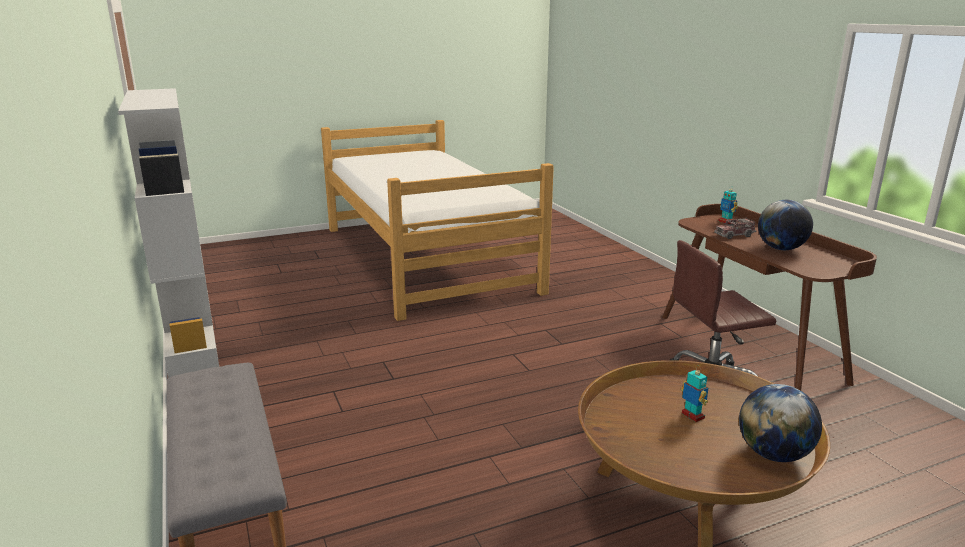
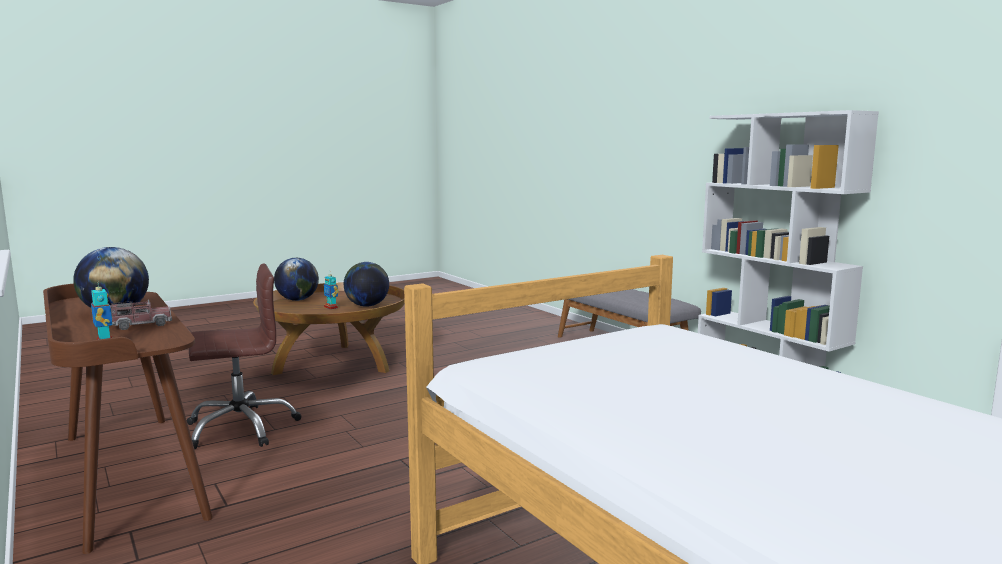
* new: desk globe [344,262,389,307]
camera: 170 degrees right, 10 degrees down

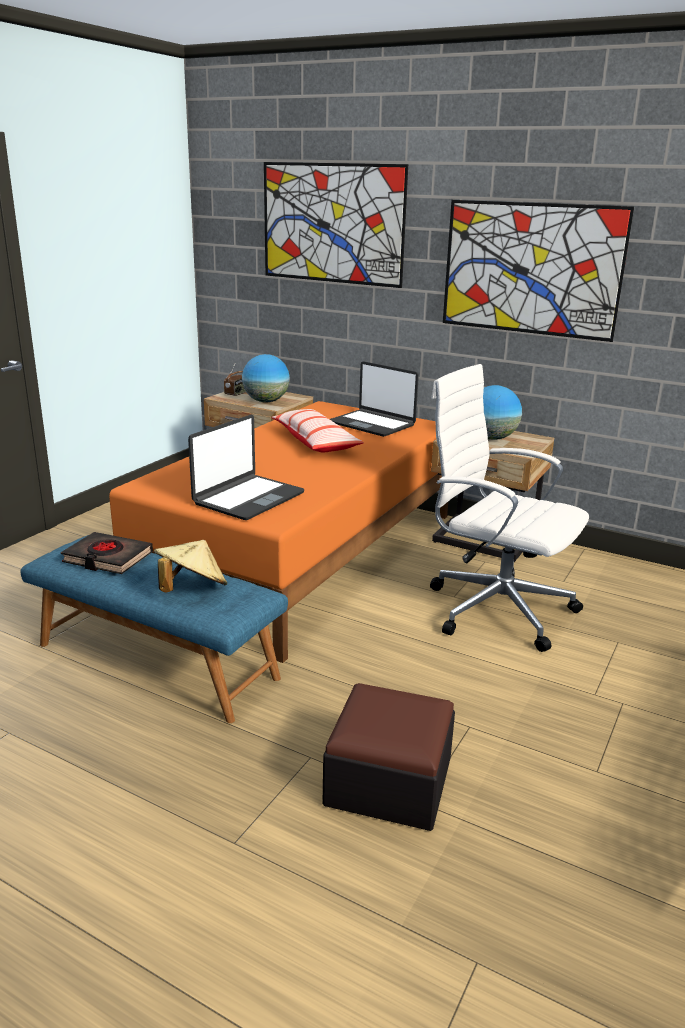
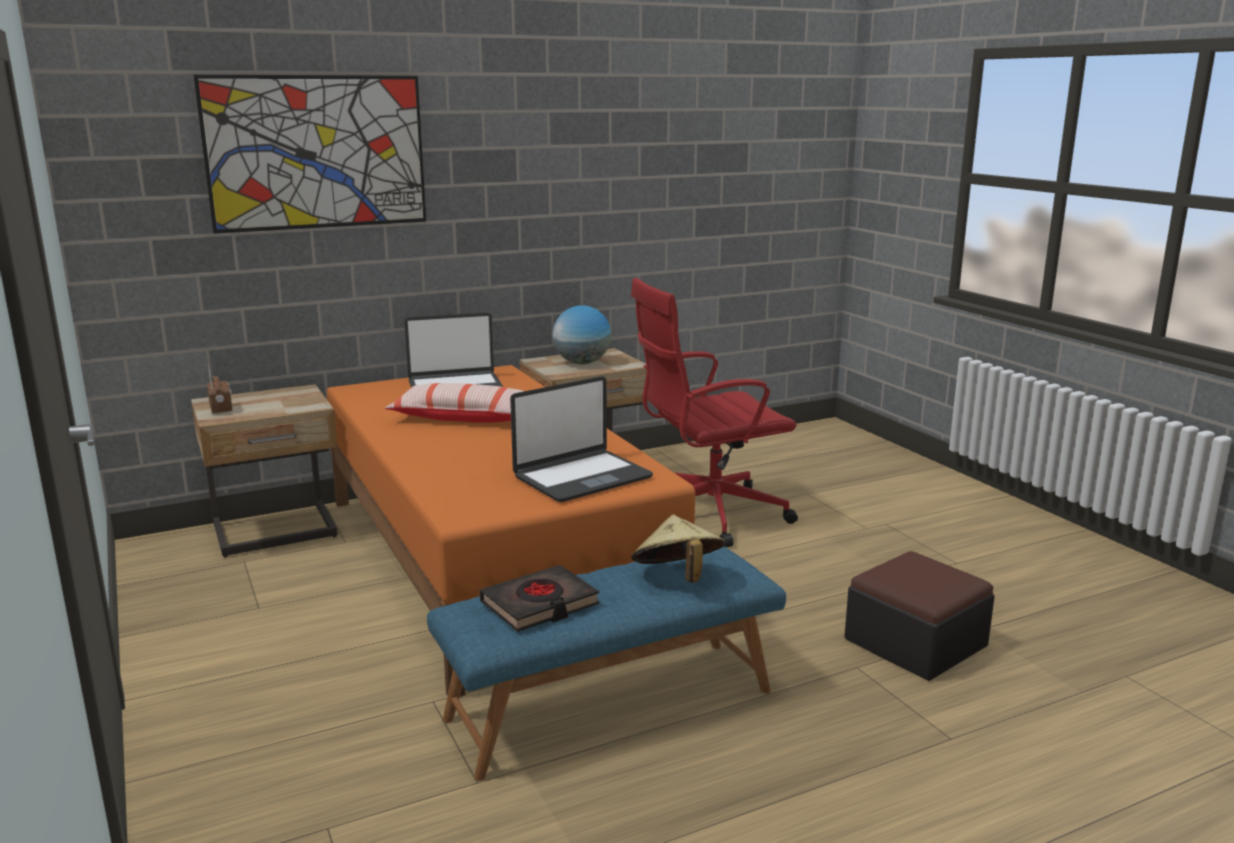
* rotated: portable computer [188,415,305,520] = [510,376,653,502] 75 degrees clockwise
* gone: desk globe [242,354,290,402]
* repainted: white-coloured desk chair [430,364,589,652] to red desk chair [631,278,798,547]
* gone: picture [443,200,634,342]
camera: 55 degrees left, 5 degrees down

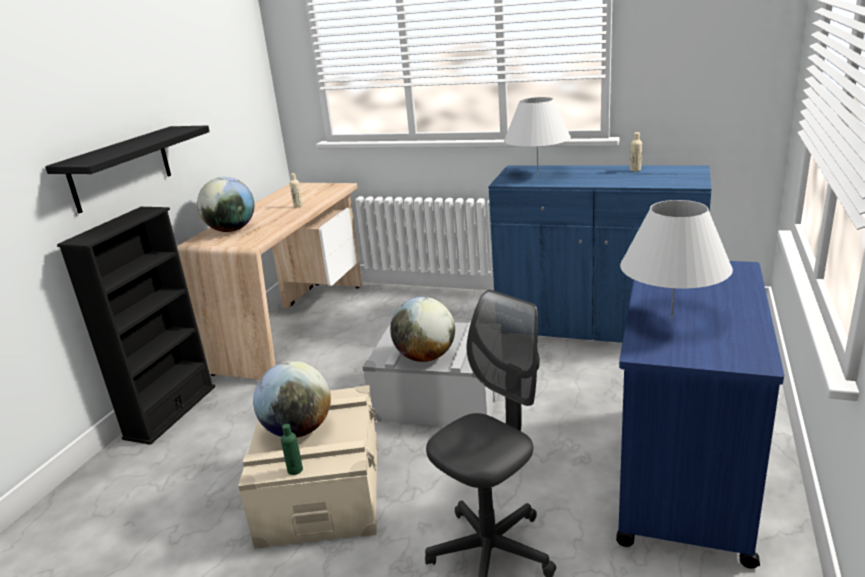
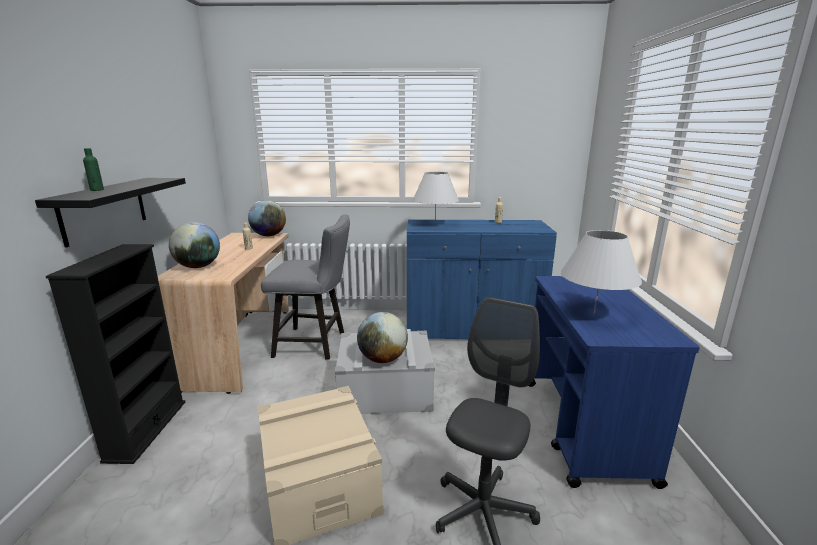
* shifted: desk globe [253,361,331,438] to [248,200,286,236]
* shifted: green-coloured bottle [281,424,303,475] to [83,148,104,191]
* new: greyish plain chair [261,215,350,359]
camera: 20 degrees left, 5 degrees down

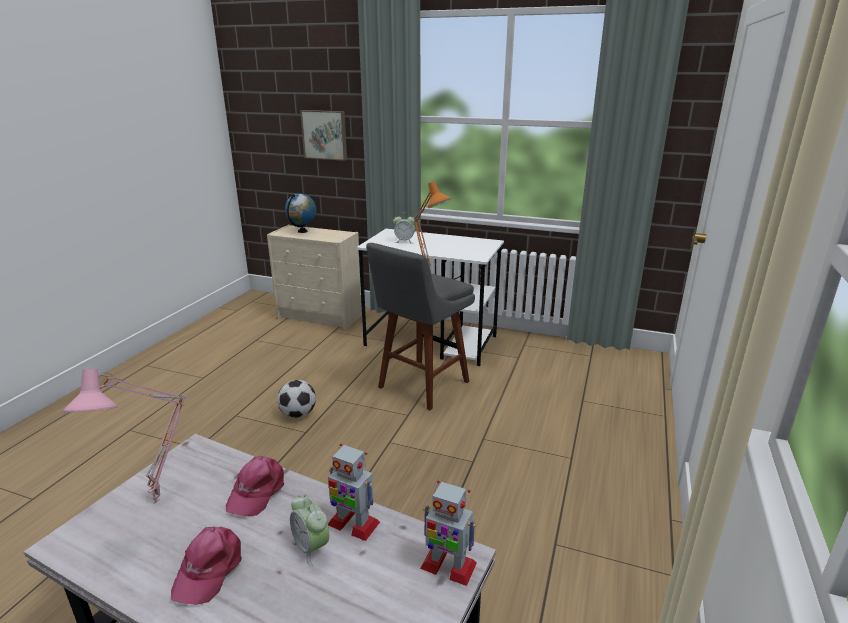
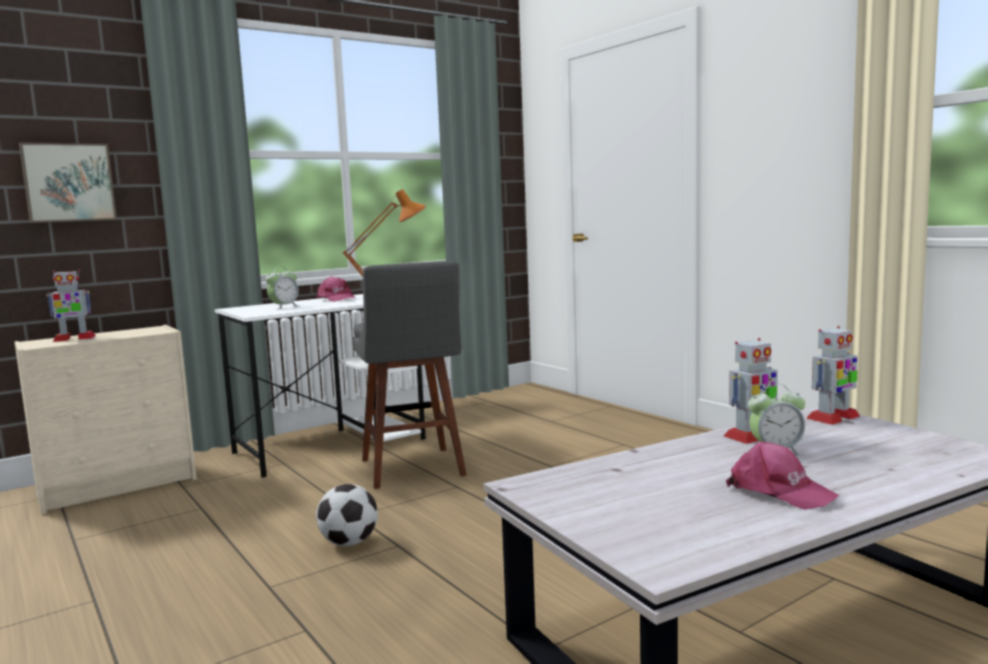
* gone: pink-coloured lamp for a table [63,368,186,504]
* shifted: pink-coloured cap [226,456,284,516] to [316,276,356,302]
* swapped: desk globe [285,194,316,233] to robot figure [46,269,96,342]
camera: 55 degrees left, 15 degrees down

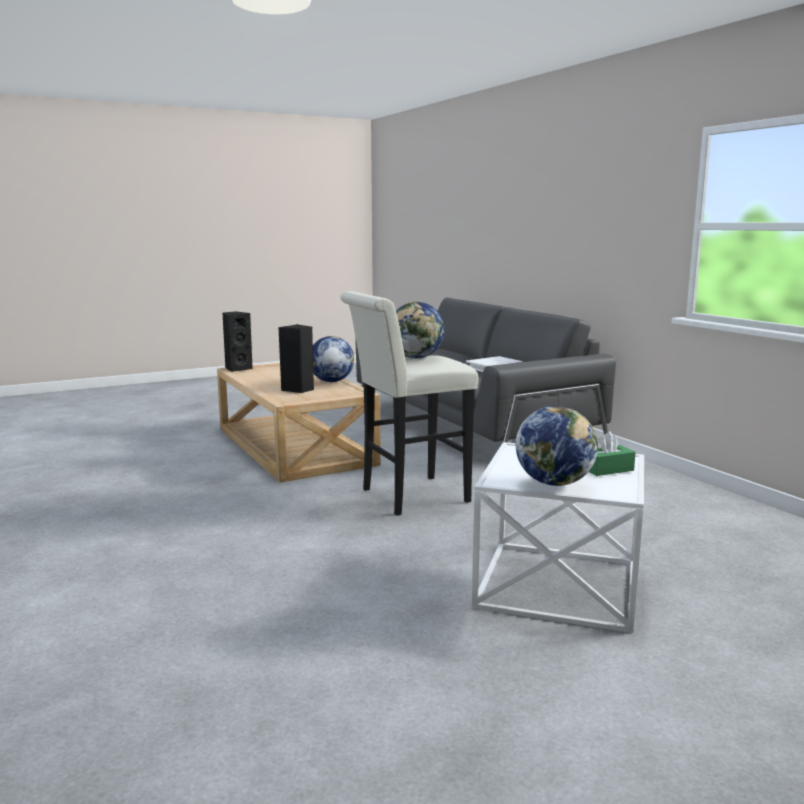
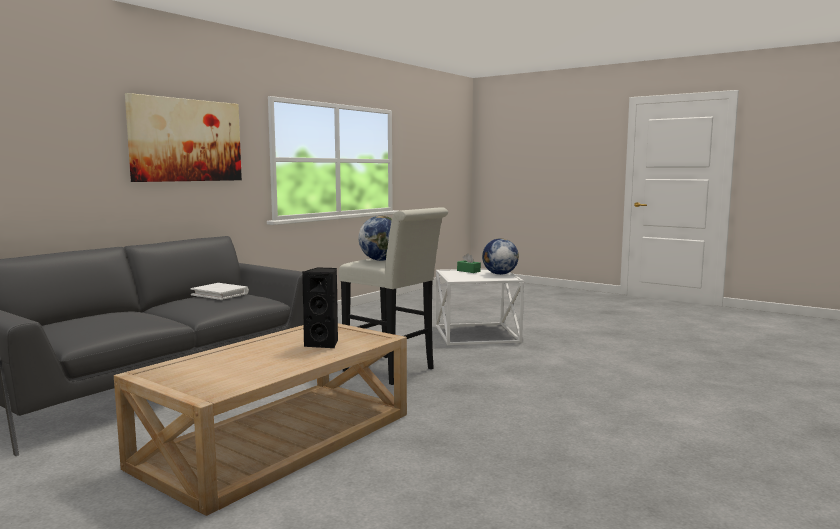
* gone: black audio speaker [223,311,253,372]
* gone: desk globe [313,336,354,382]
* new: picture [125,93,242,182]
camera: 115 degrees left, 5 degrees down

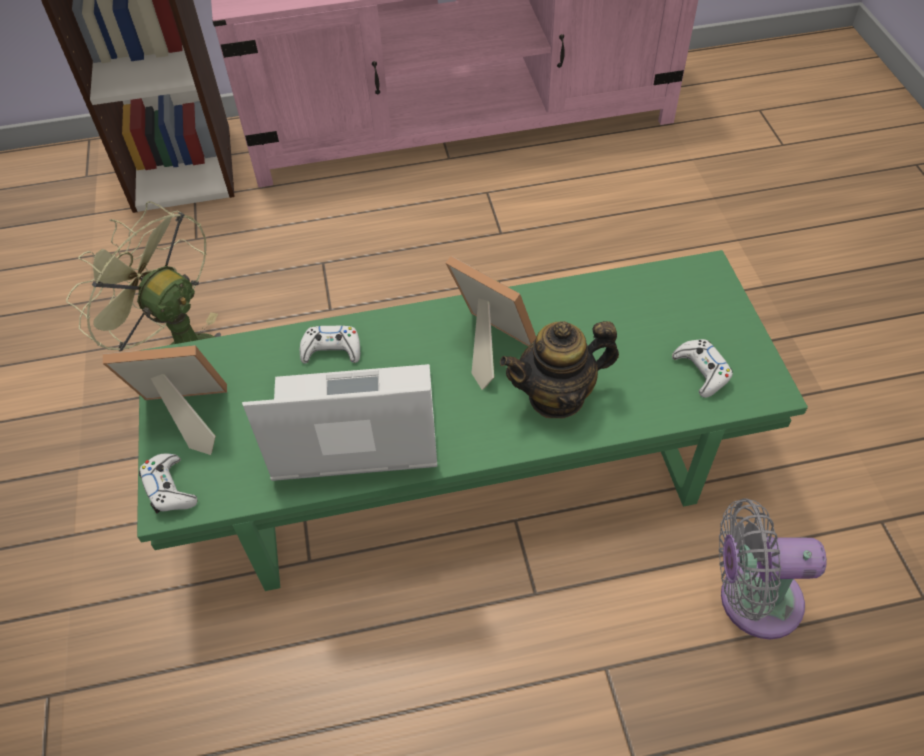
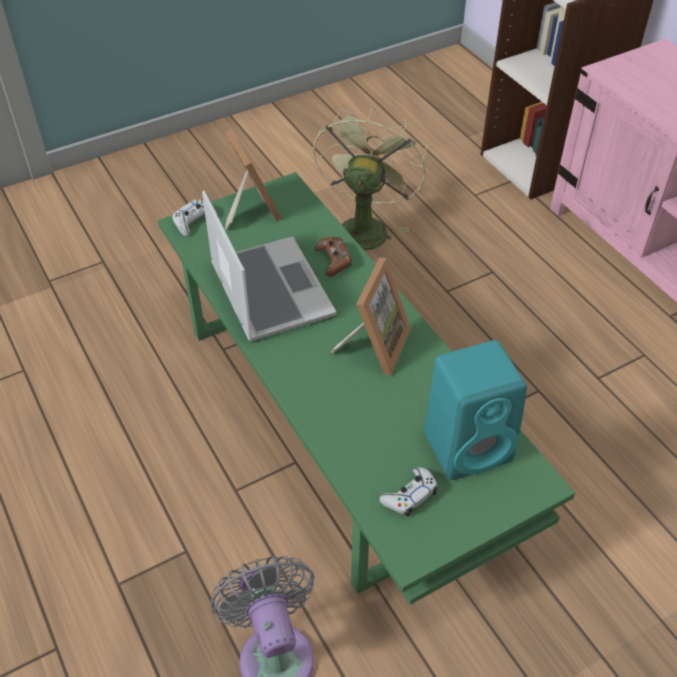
* repainted: white-coloured joypad [300,325,360,364] to brown-coloured joypad [314,237,352,277]
* gone: teapot [500,321,619,419]
* new: blue-green audio speaker [424,340,527,480]
camera: 70 degrees right, 5 degrees down

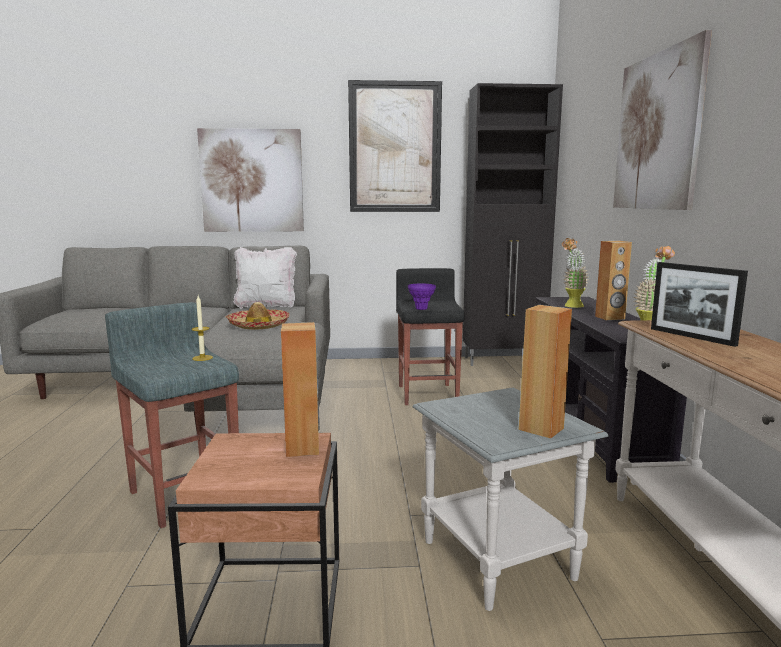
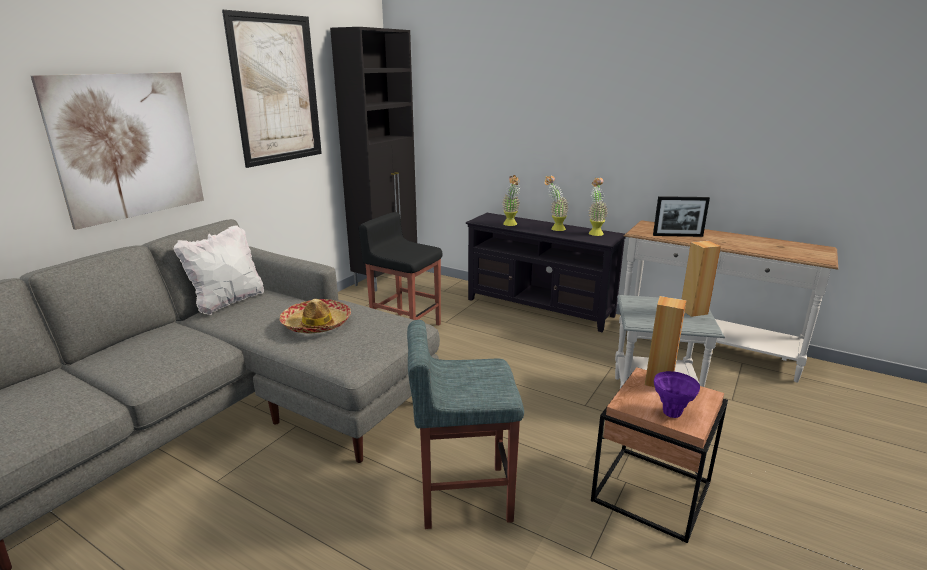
* gone: wax candle [192,296,213,361]
* shifted: purple-coloured vase [408,284,436,310] to [654,371,700,418]
* swapped: brown-coloured audio speaker [595,241,632,320] to houseplant [545,175,568,231]
* gone: picture [613,30,712,210]
camera: 55 degrees left, 10 degrees up

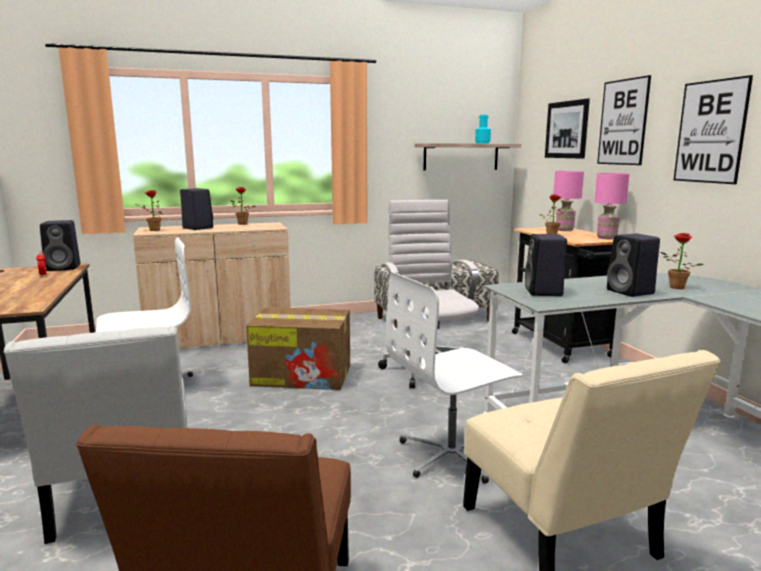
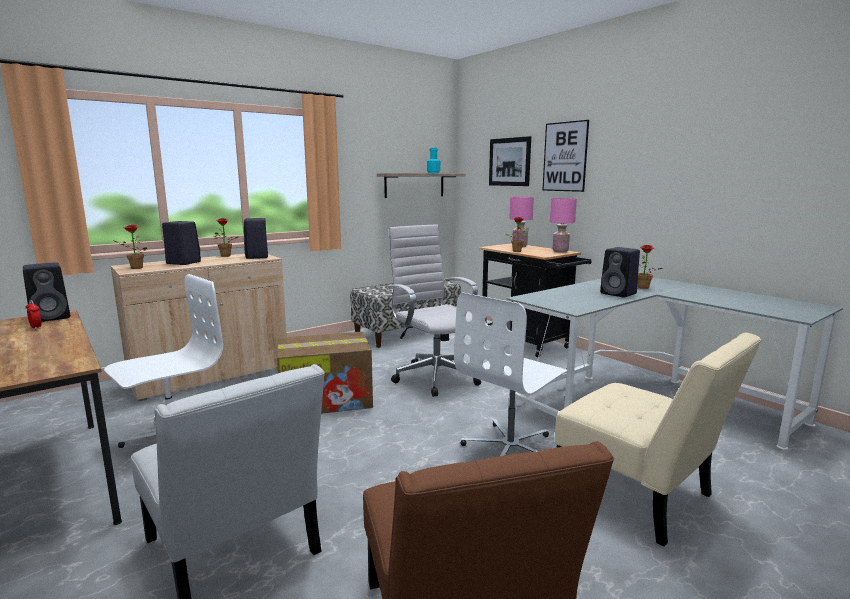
* shifted: black audio speaker [525,234,567,296] to [244,218,268,259]
* gone: picture [674,75,753,184]
camera: 20 degrees left, 0 degrees up

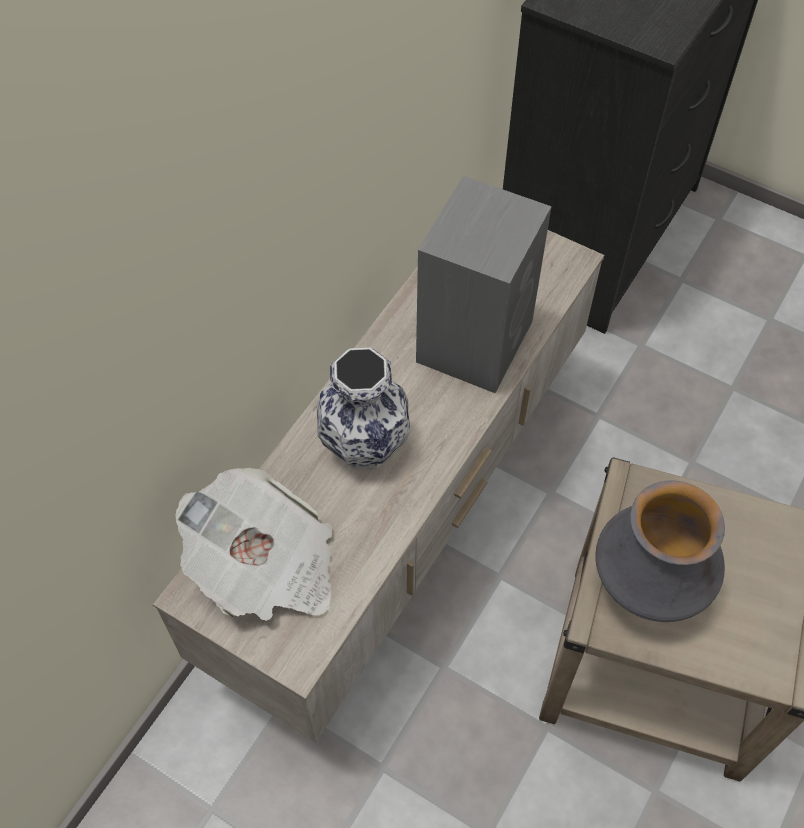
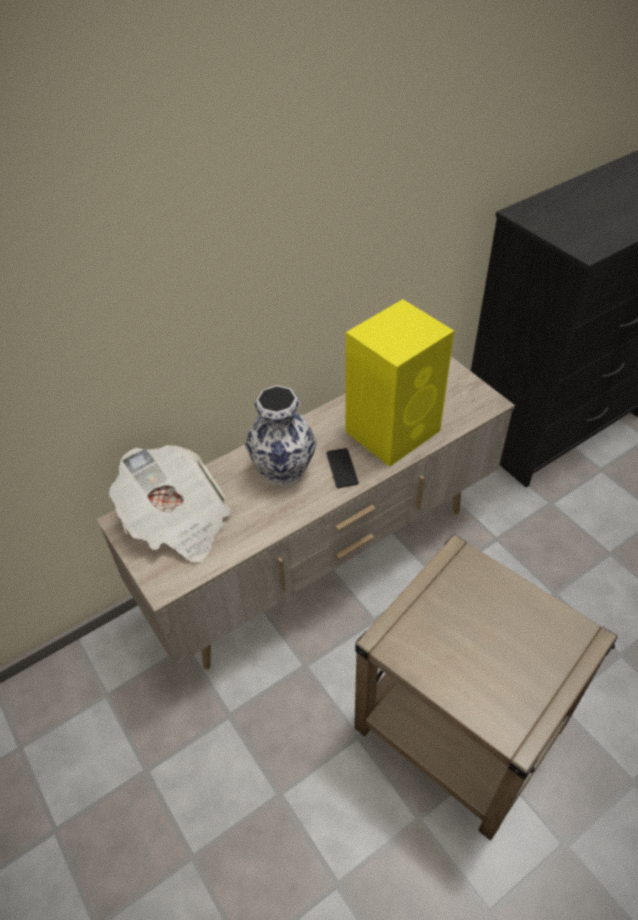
* repainted: greyish audio speaker [416,176,552,393] to yellowish audio speaker [346,299,454,467]
* gone: vase [595,480,725,622]
* new: handset [326,448,359,488]
camera: 25 degrees right, 10 degrees down

